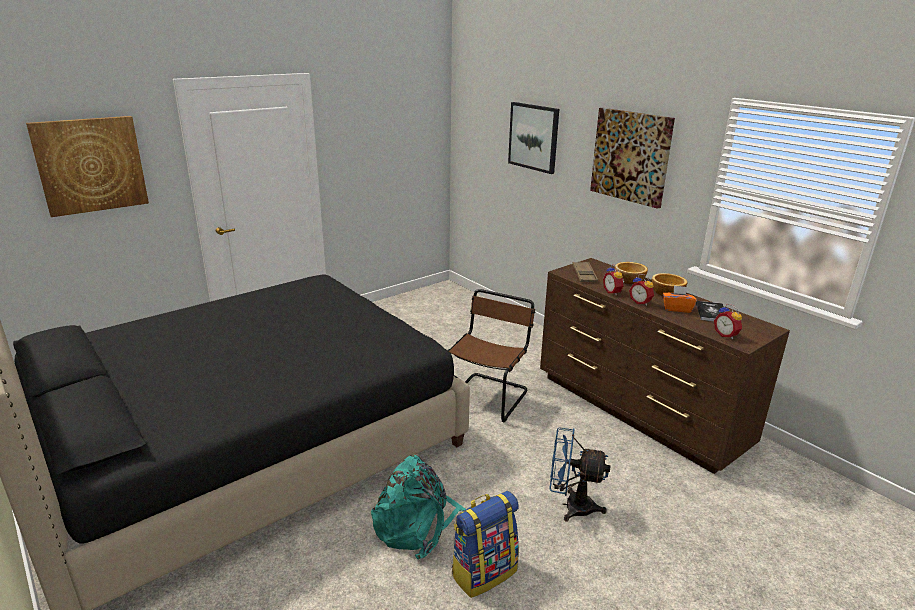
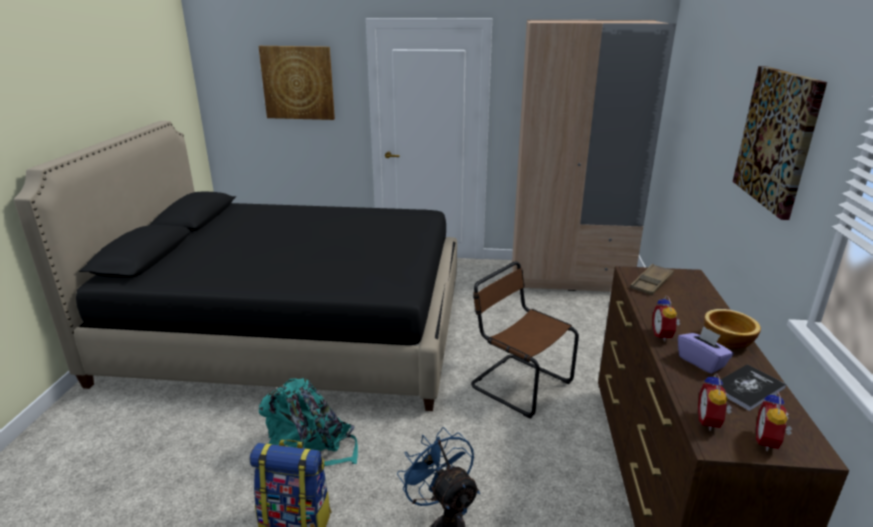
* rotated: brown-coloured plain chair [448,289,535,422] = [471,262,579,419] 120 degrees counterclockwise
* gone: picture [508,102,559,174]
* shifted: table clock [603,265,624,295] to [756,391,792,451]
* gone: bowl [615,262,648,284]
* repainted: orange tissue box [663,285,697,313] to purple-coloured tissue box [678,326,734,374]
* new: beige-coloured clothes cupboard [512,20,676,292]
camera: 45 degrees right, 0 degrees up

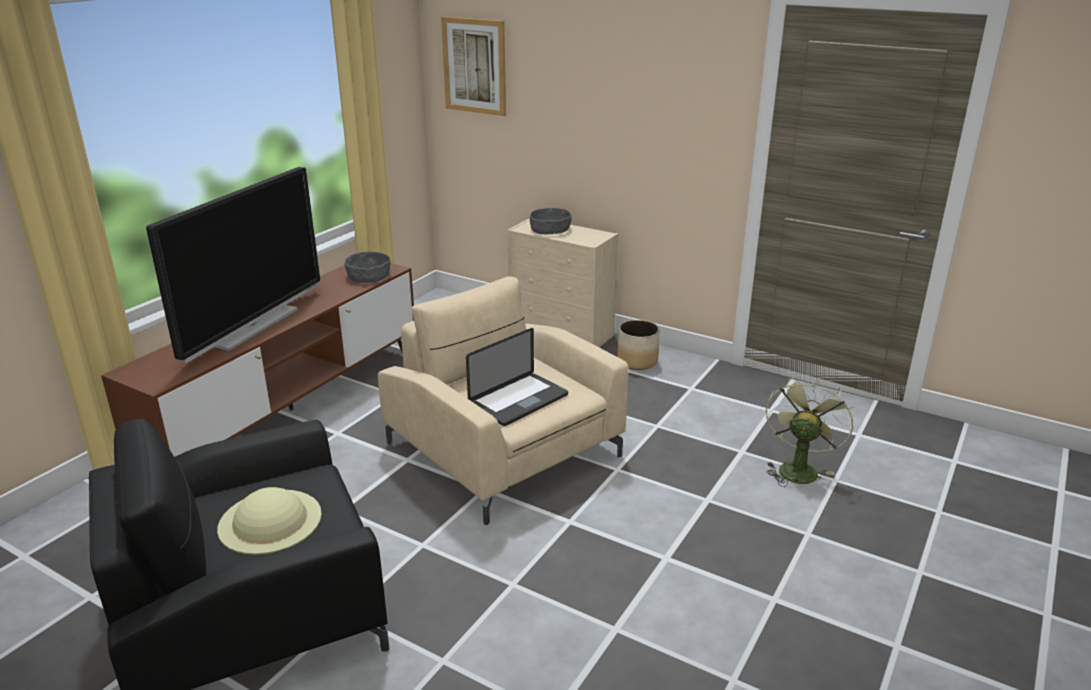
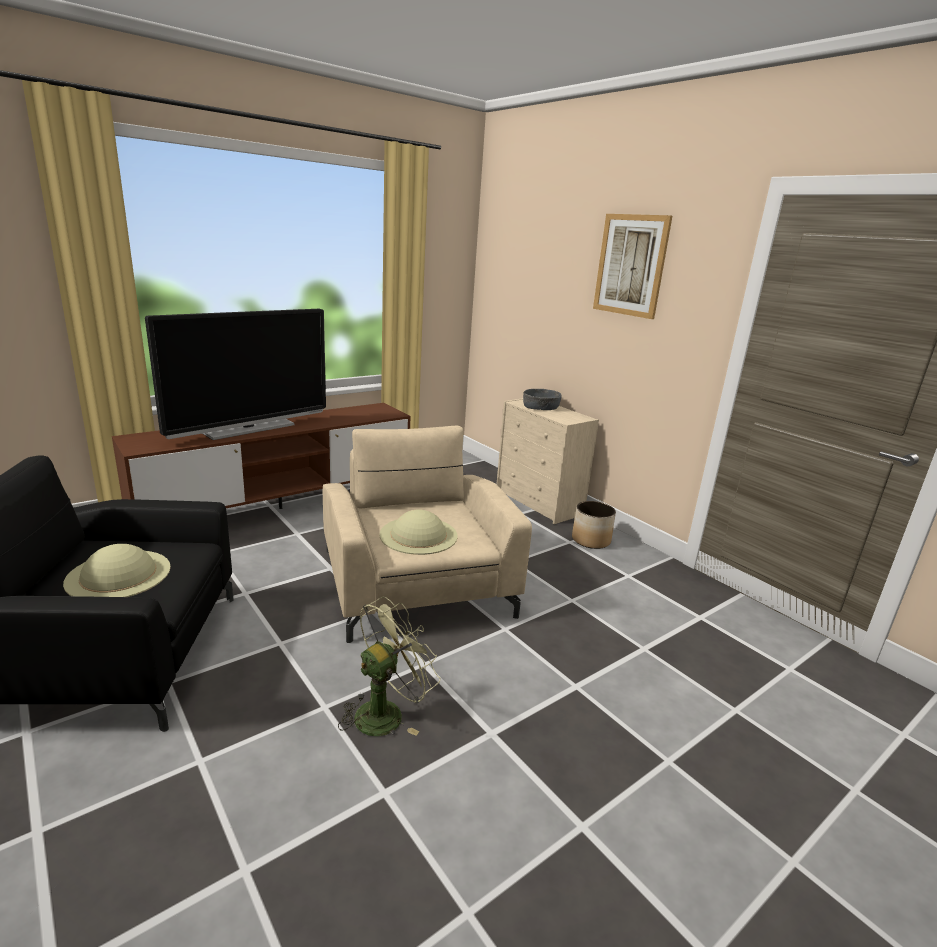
* gone: greyish bowl [344,251,391,283]
* shifted: picture [441,17,506,116] to [593,214,672,319]
* swapped: portable computer [466,328,568,426] to beige-coloured hat [380,509,458,555]
* shifted: green-coloured fan [766,377,855,487] to [338,597,440,736]
camera: 20 degrees right, 5 degrees down

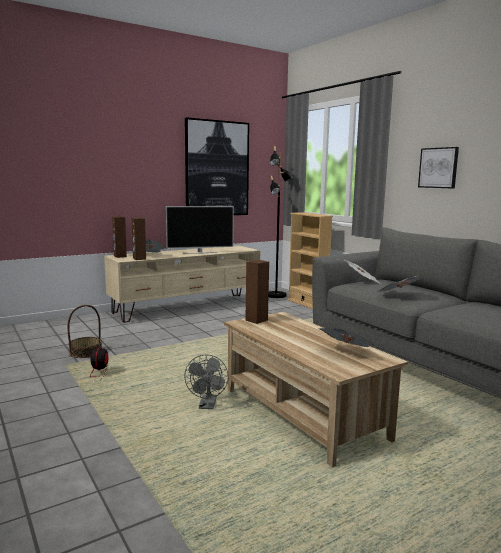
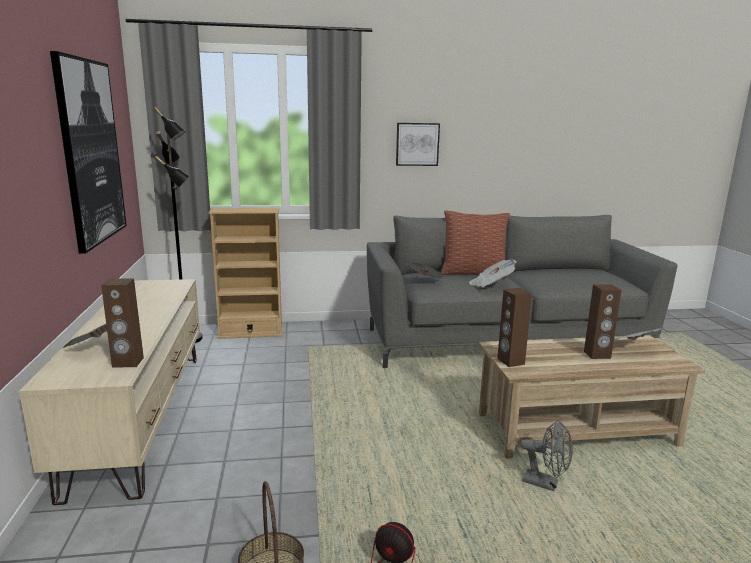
* shifted: brown-coloured audio speaker [112,216,127,258] to [584,284,622,359]
* gone: TV set [166,206,234,254]
* new: pillow [441,210,510,278]
camera: 65 degrees left, 5 degrees up

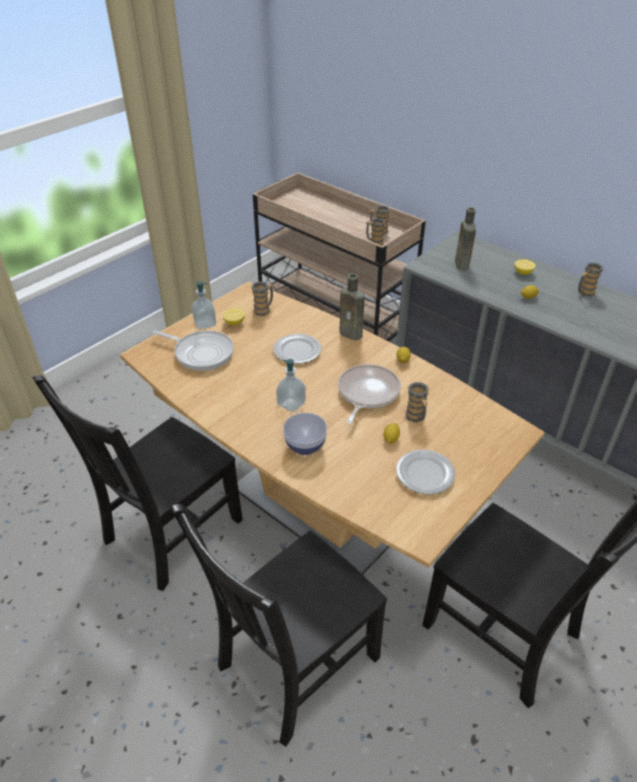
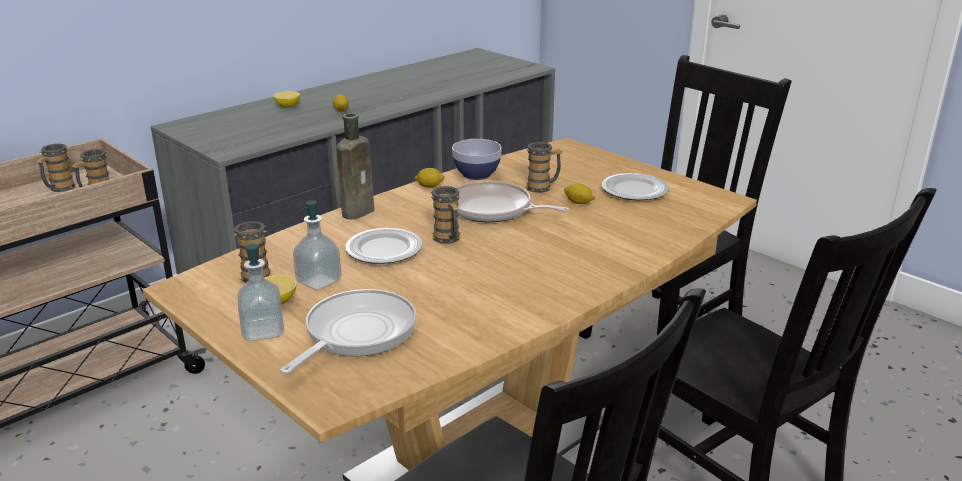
* shifted: soap dispenser [276,359,306,412] to [293,200,341,290]
* shifted: bowl [283,413,327,455] to [452,139,502,180]
* gone: brown-coloured bottle [455,207,476,270]
* shifted: tea mug [578,263,604,297] to [430,186,461,244]
camera: 85 degrees left, 15 degrees down

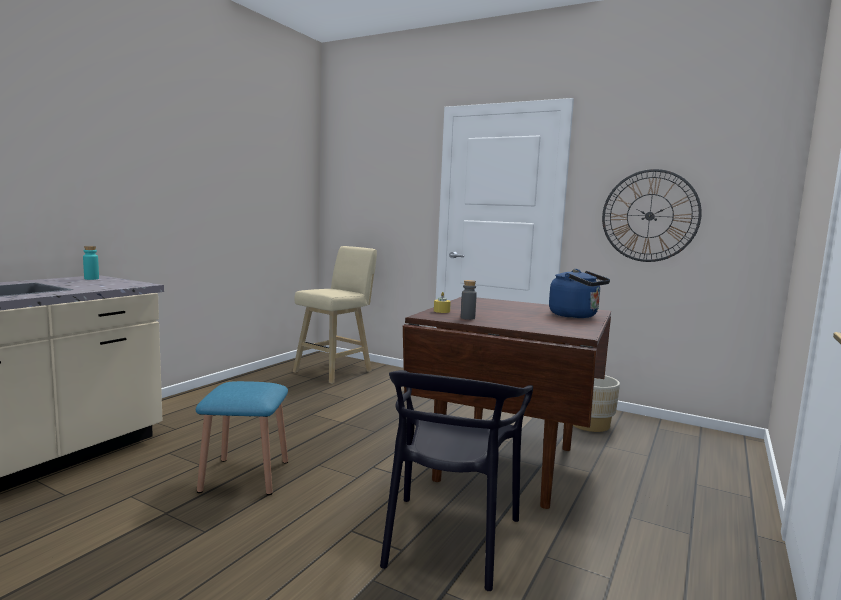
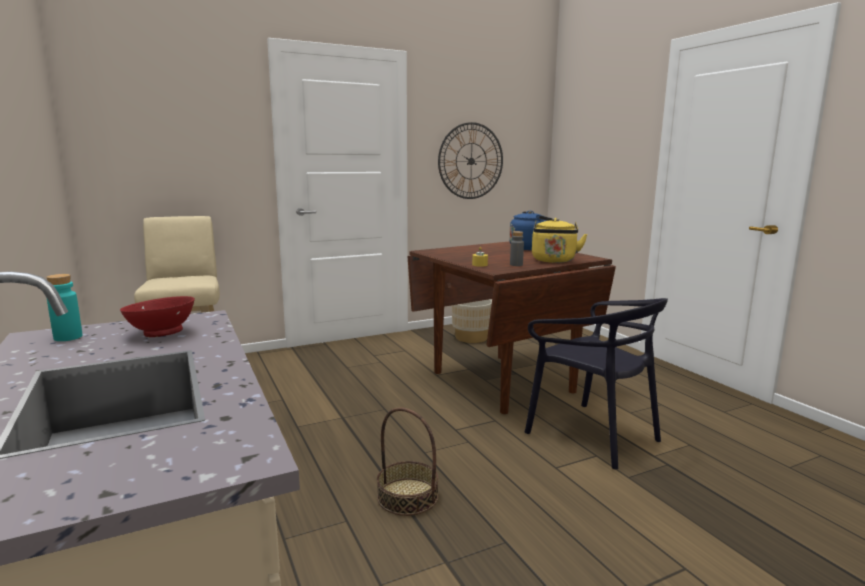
* swapped: bluish sitting stool [196,381,288,495] to household basket [377,407,439,516]
* new: red bowl [120,296,195,337]
* new: yellowish kettle [532,218,588,263]
camera: 55 degrees left, 5 degrees up

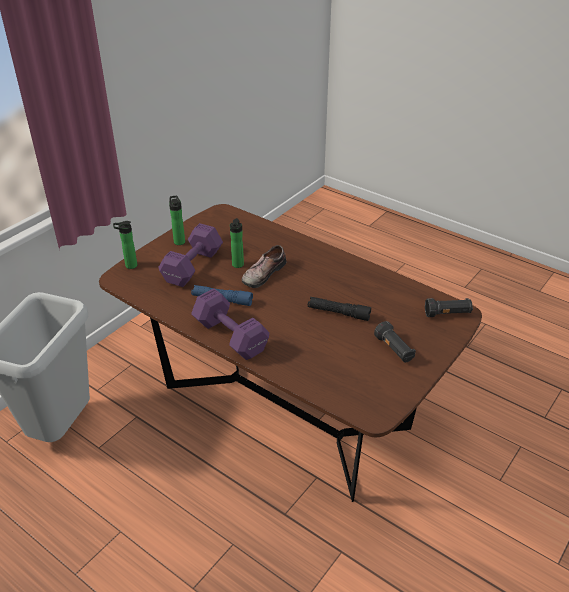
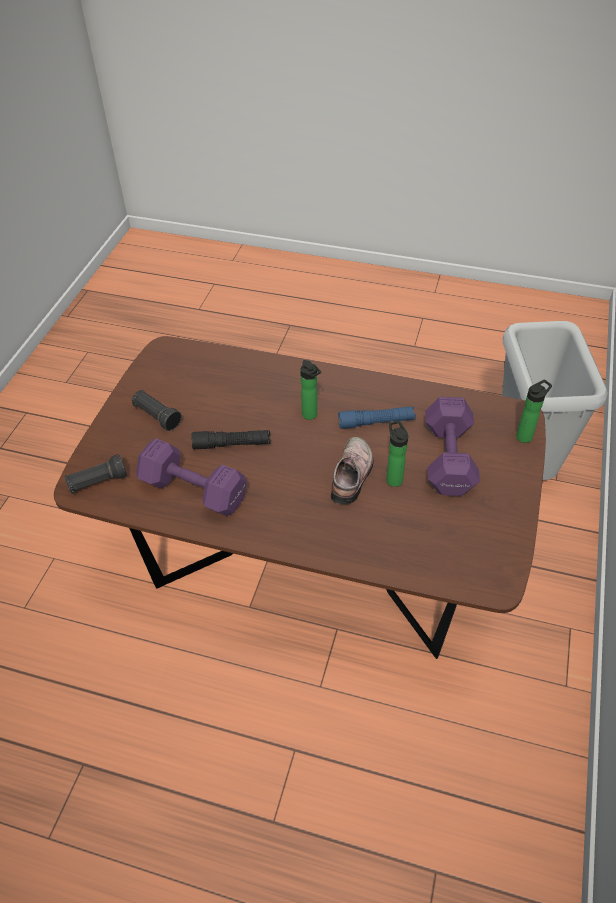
* shifted: bottle [169,196,185,245] to [300,360,321,420]
* shifted: purple-coloured dumbbell [191,289,269,360] to [136,439,247,516]
camera: 160 degrees right, 10 degrees up

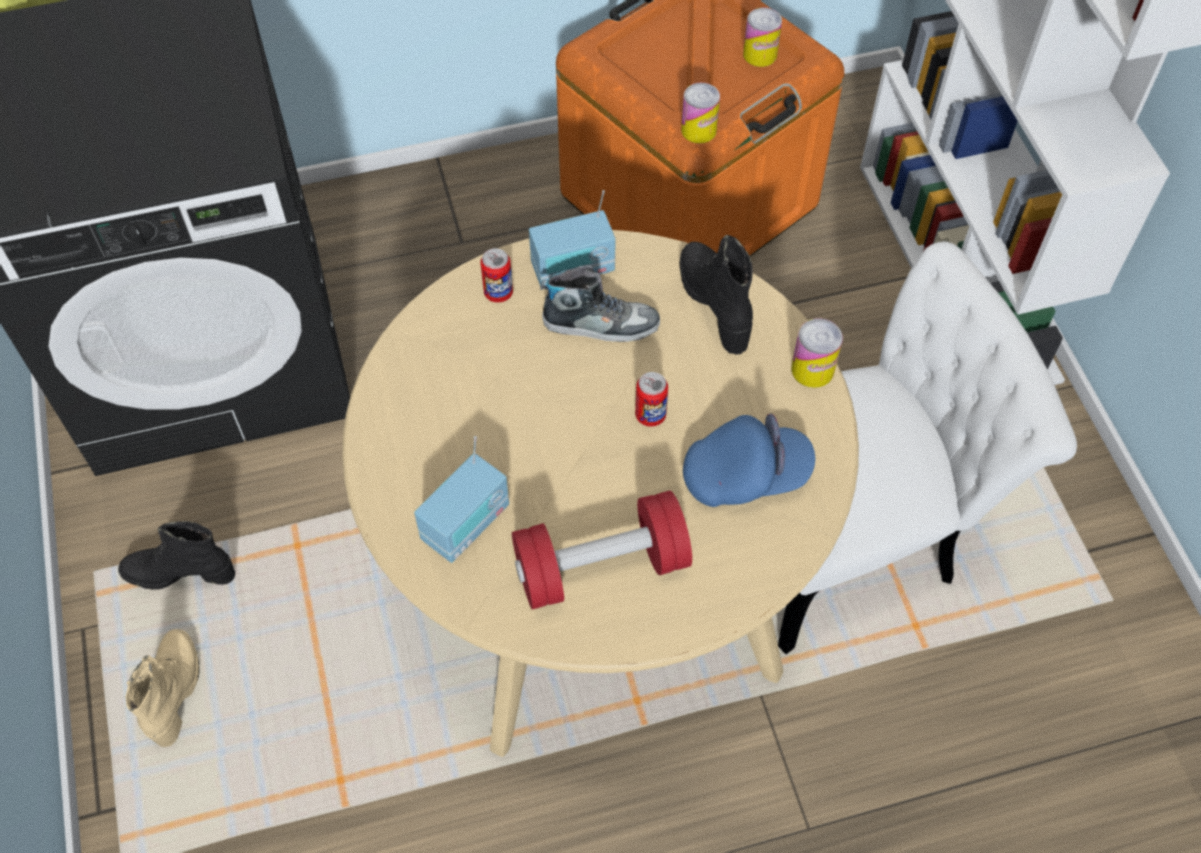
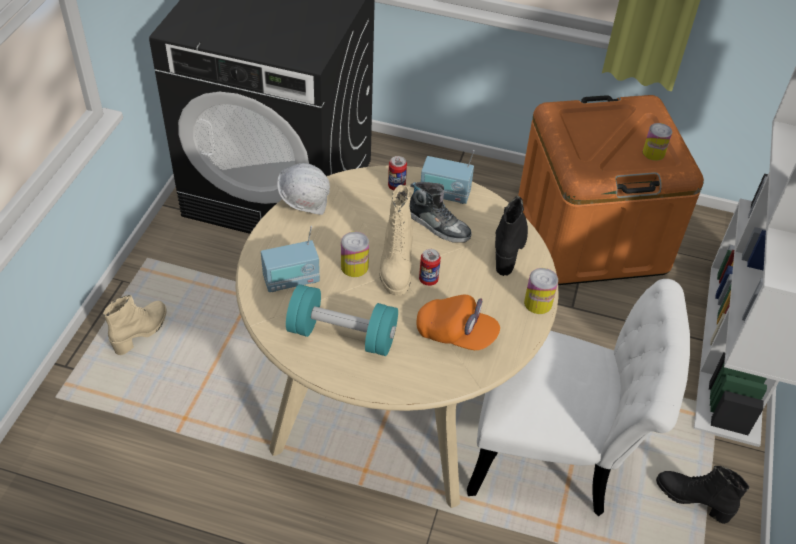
* shifted: black boot [118,521,235,590] to [656,466,749,524]
* repainted: red dumbbell [512,491,692,610] to blue-green dumbbell [286,284,398,356]
* shifted: can [681,83,720,144] to [341,232,369,277]
* repainted: bluish cap [683,414,816,507] to orange cap [416,295,500,350]
* new: white-coloured safety helmet [277,163,330,215]
* new: beige-coloured boot [379,185,413,296]
camera: 30 degrees right, 10 degrees down

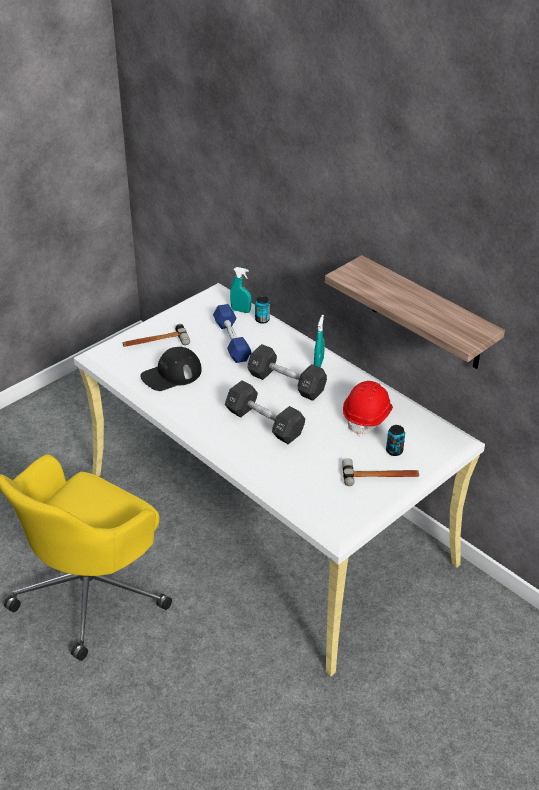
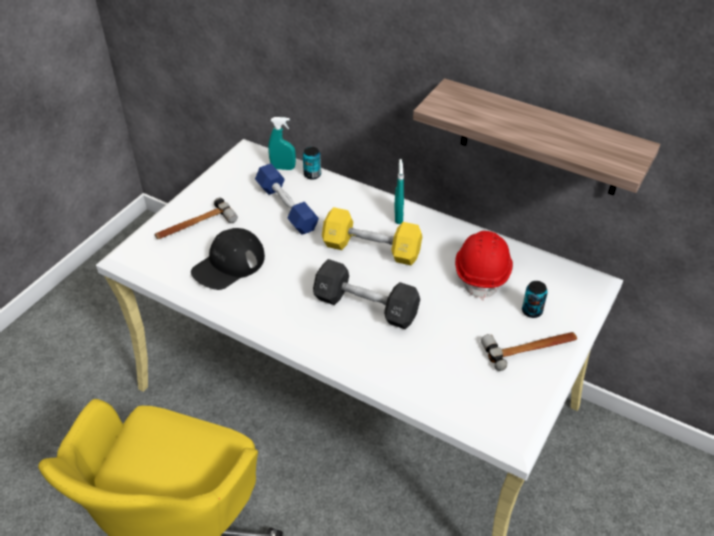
* repainted: black dumbbell [248,344,327,401] to yellowish dumbbell [322,207,422,265]
camera: 15 degrees left, 5 degrees up

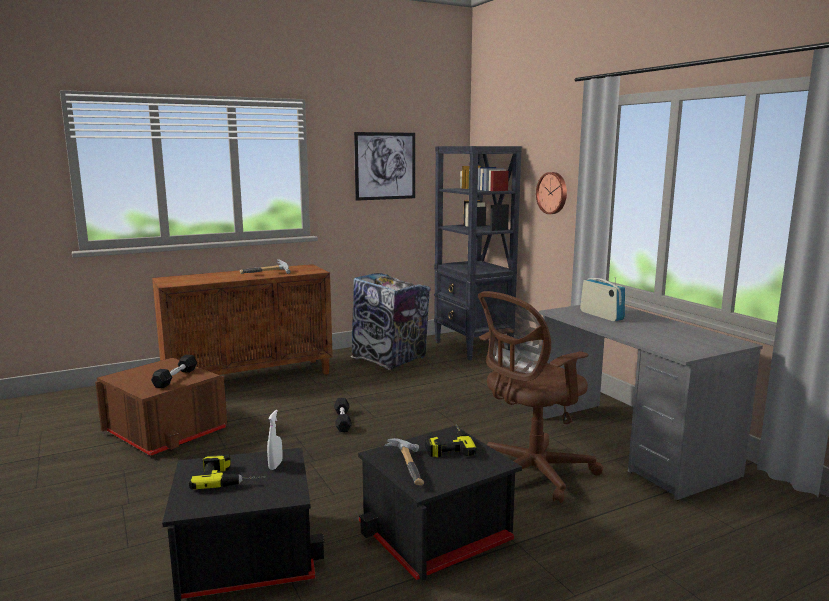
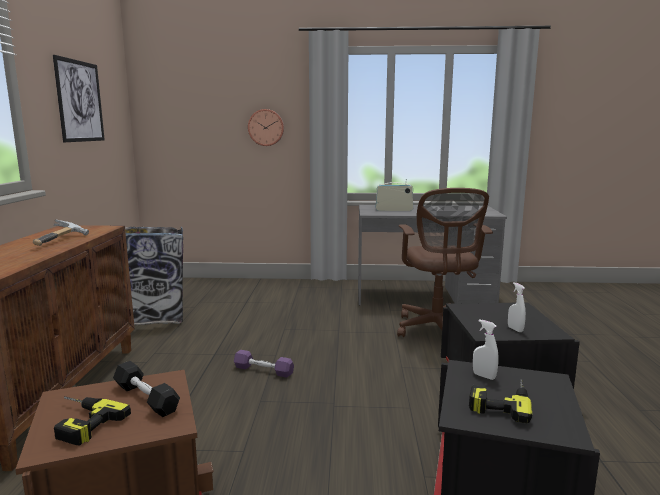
* repainted: black dumbbell [334,398,352,432] to purple-coloured dumbbell [234,350,294,378]
* swapped: hammer [385,438,424,486] to white-coloured sprayer [508,282,526,332]
* shifted: electric drill [425,424,477,458] to [54,396,131,445]
* gone: black bookshelf [434,146,522,360]
camera: 60 degrees left, 0 degrees up

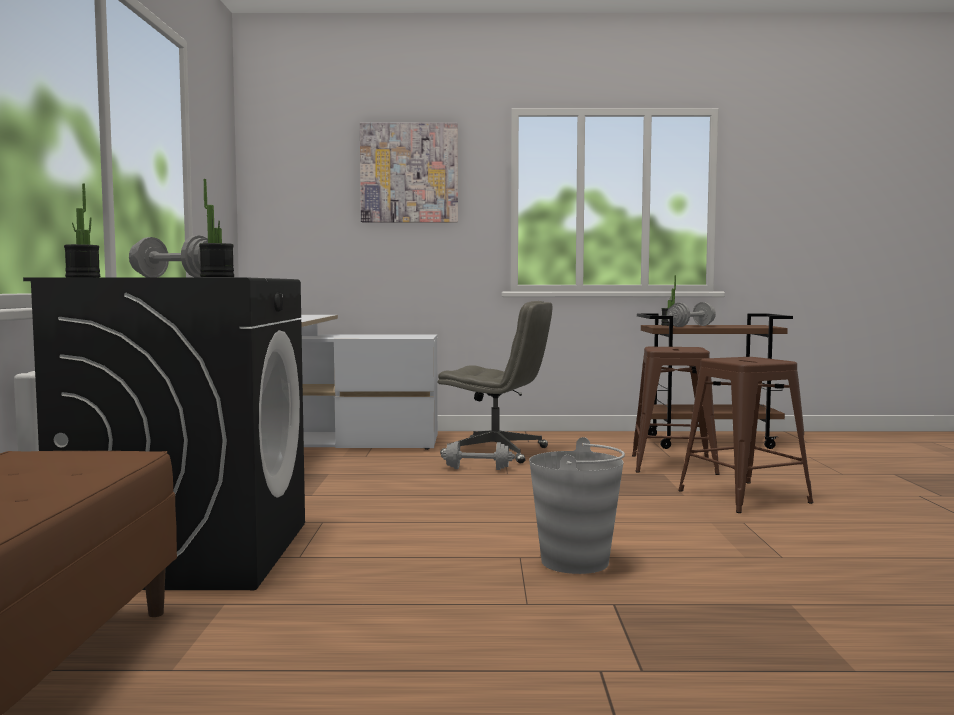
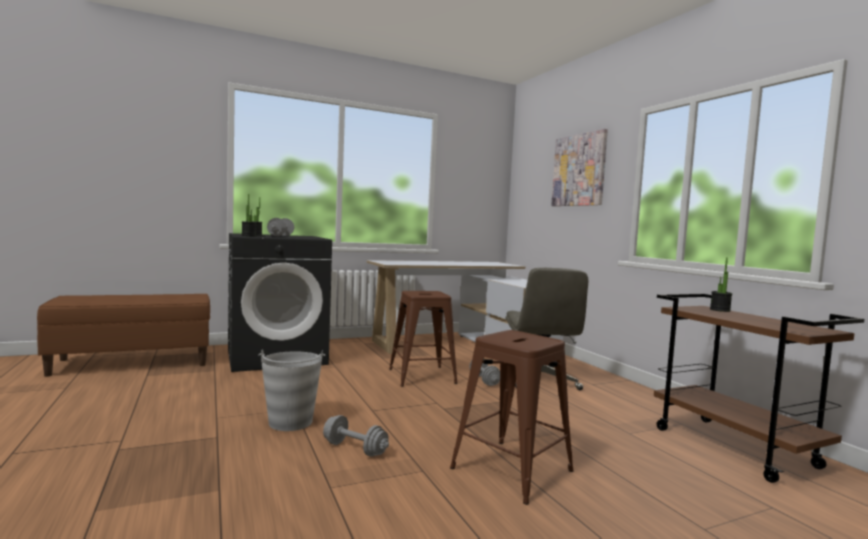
* shifted: brown-coloured sitting stool [632,347,720,475] to [389,291,457,387]
* shifted: greyish dumbbell [667,302,716,327] to [323,415,389,457]
camera: 65 degrees right, 0 degrees up

